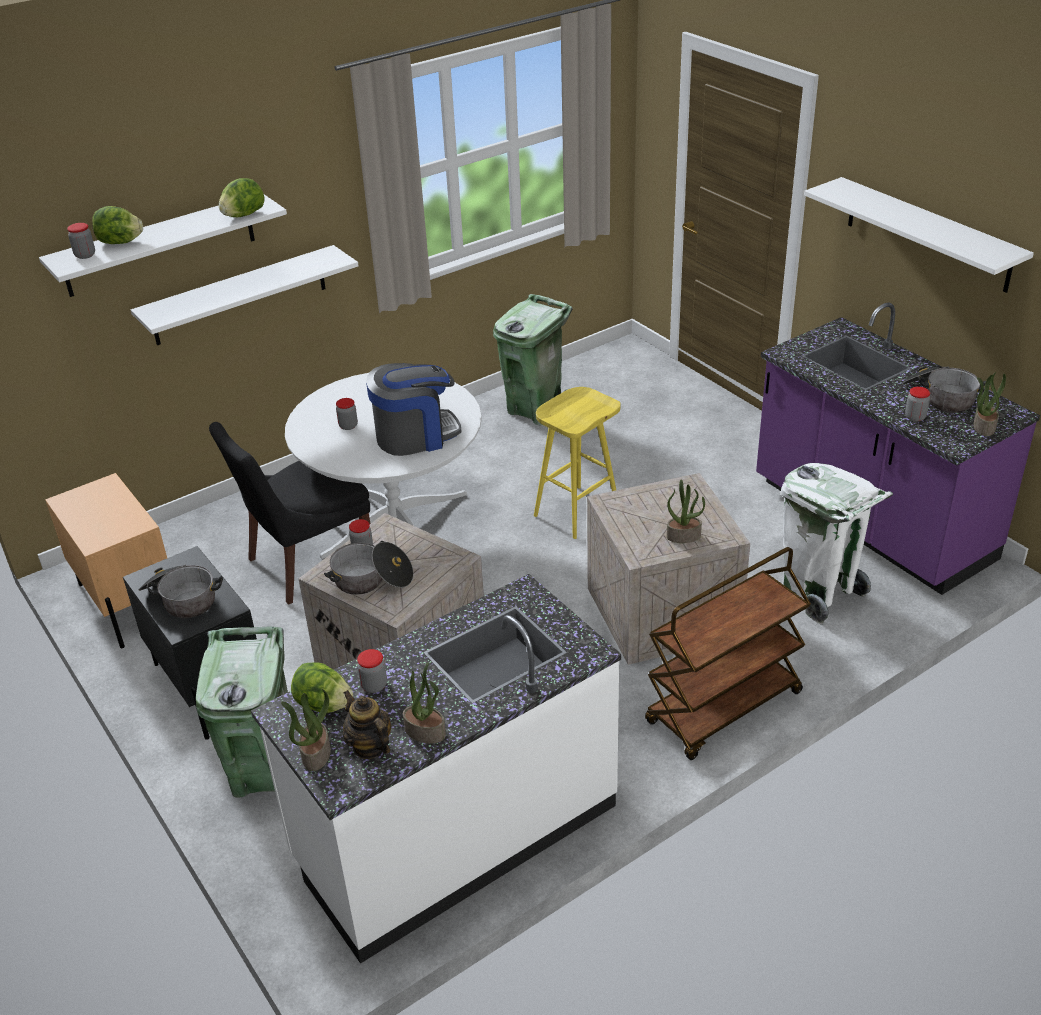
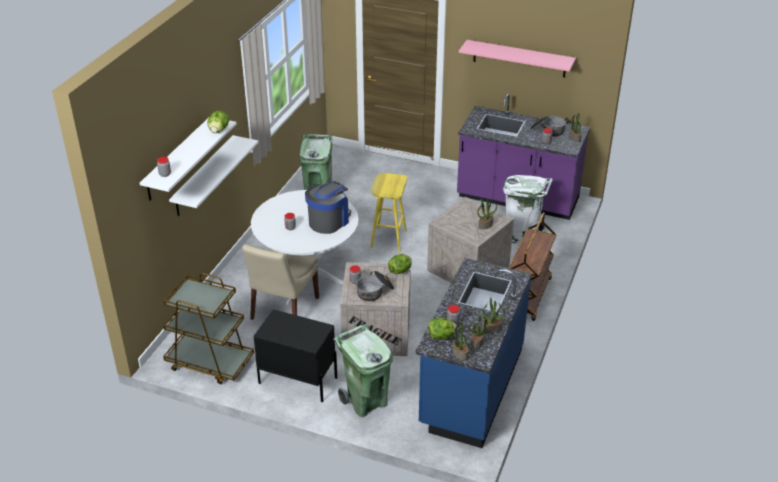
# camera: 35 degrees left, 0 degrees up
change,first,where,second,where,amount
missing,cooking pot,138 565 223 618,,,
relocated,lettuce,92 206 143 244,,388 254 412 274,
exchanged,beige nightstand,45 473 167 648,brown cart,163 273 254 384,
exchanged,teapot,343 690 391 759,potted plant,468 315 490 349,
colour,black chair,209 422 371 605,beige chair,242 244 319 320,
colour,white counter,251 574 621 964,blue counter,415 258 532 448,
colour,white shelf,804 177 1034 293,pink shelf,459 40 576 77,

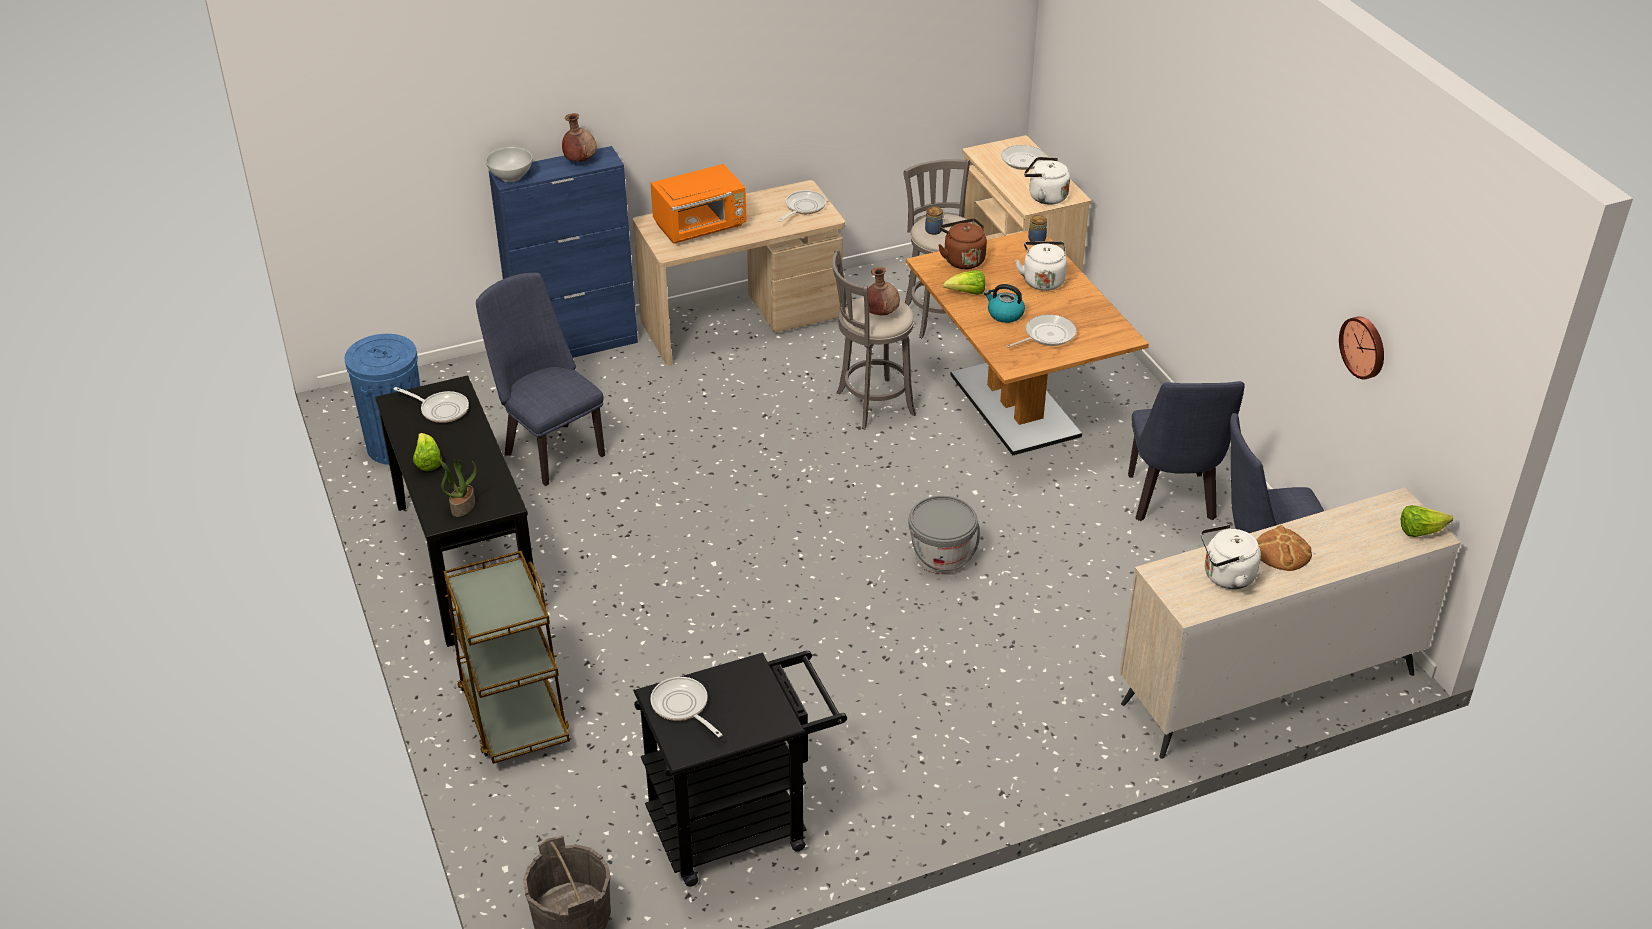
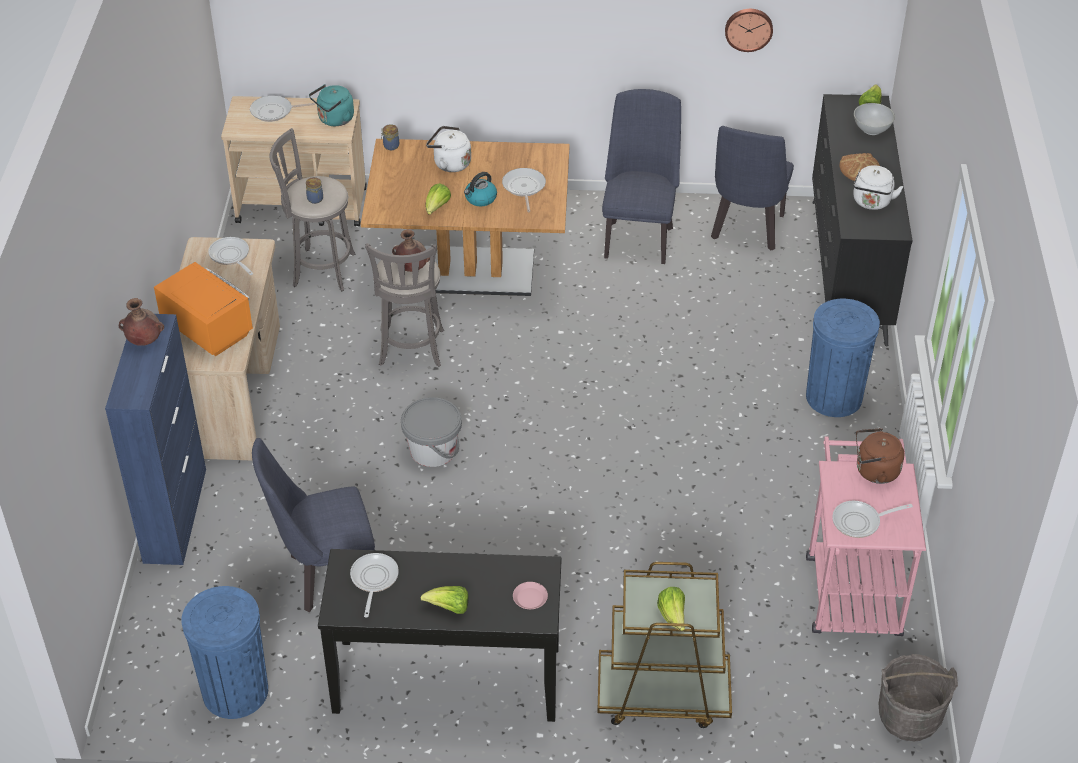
# camera: 65 degrees left, 5 degrees up
change,first,where,second,where,amount
appeared,,,lettuce,657 587 685 631,
appeared,,,blue trash can,806 299 880 417,
relocated,white bowl,485 147 533 182,,854 103 895 135,
relocated,grey bucket,908 496 980 574,,401 397 462 467,
relocated,brown kettle,939 219 987 269,,856 428 904 484,
exchanged,potted plant,440 459 477 517,pink plate,513 582 548 609,
colour,black cart,634 650 847 887,pink cart,806 436 926 636,
colour,white kettle,1024 157 1070 205,turquoise kettle,309 84 354 126,
colour,beige dresser,1119 488 1461 759,black dresser,812 94 913 346,
spun,frying pan,394 387 469 423,,350 553 399 618,45 degrees counterclockwise
spun,orange microwave,651 164 746 244,,154 262 253 356,45 degrees counterclockwise
spun,blue chair,1128 381 1245 521,,602 89 681 264,105 degrees counterclockwise

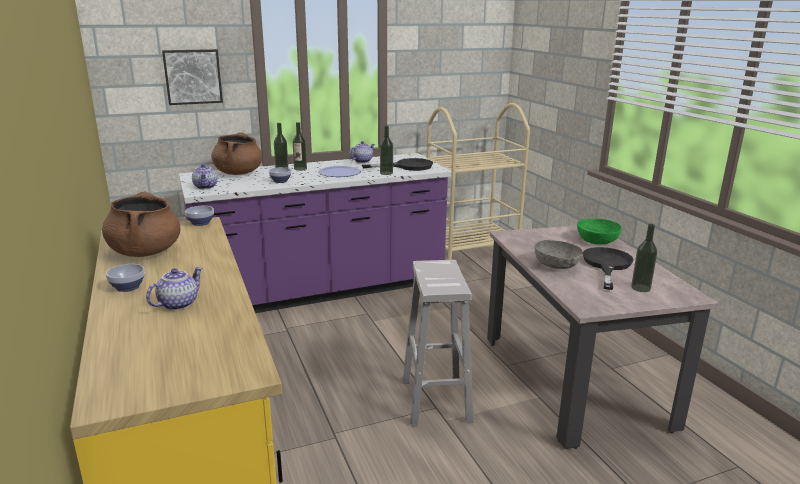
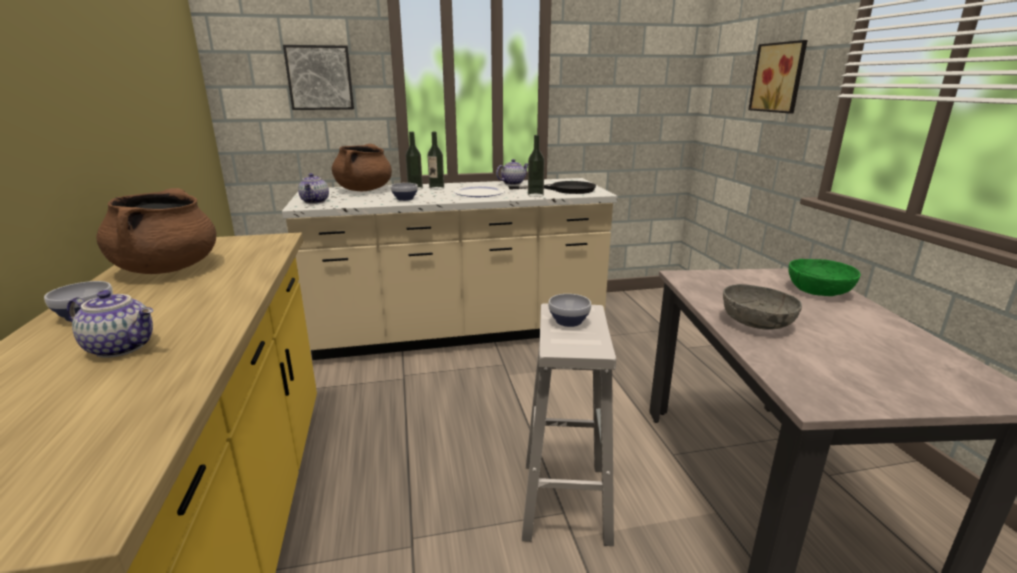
# camera: 10 degrees right, 0 degrees up
change,first,where,second,where,amount
missing,beige cart,426 103 530 260,,,
missing,black frying pan,583 247 634 290,,,
missing,bottle,631 224 657 292,,,
appeared,,,picture,748 40 808 114,
relocated,bowl,185 206 214 226,,548 294 591 327,
colour,purple counter,179 153 451 313,beige counter,282 178 617 360,
spun,teapot,146 267 203 310,,67 290 153 358,60 degrees clockwise

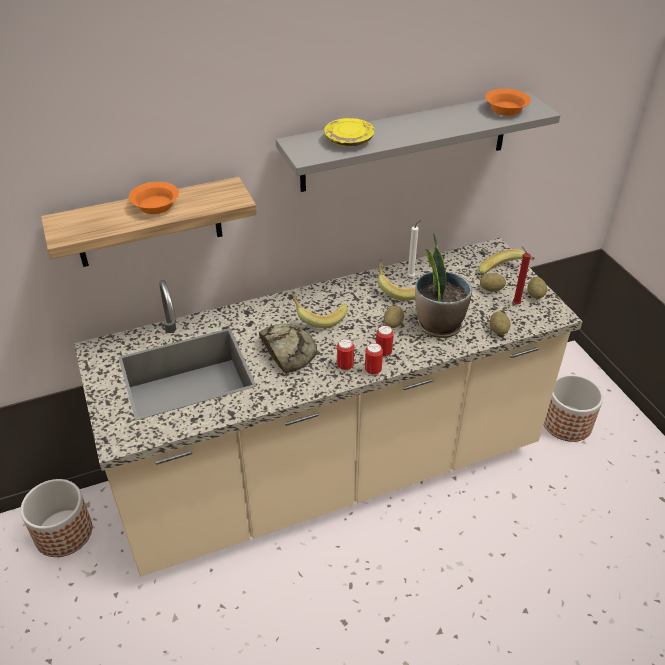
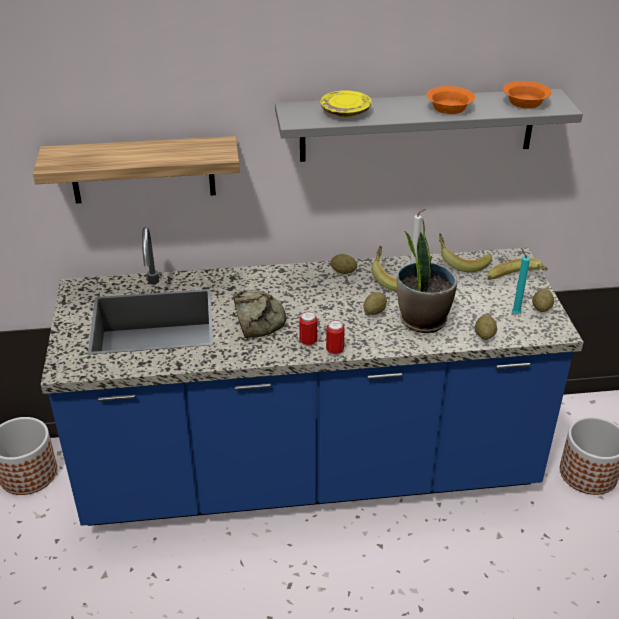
# camera: 15 degrees right, 5 degrees down
change,first,where,second,where,amount
missing,can,376 325 393 357,,,
relocated,orange bowl,129 182 179 214,,427 86 475 114,
relocated,banana,292 292 347 328,,439 233 492 273,
relocated,potato,480 273 506 292,,331 254 357 274,
colour,beige counter,74 238 583 577,blue counter,41 227 584 526,
colour,red candle,513 246 531 304,turquoise candle,512 248 530 314,

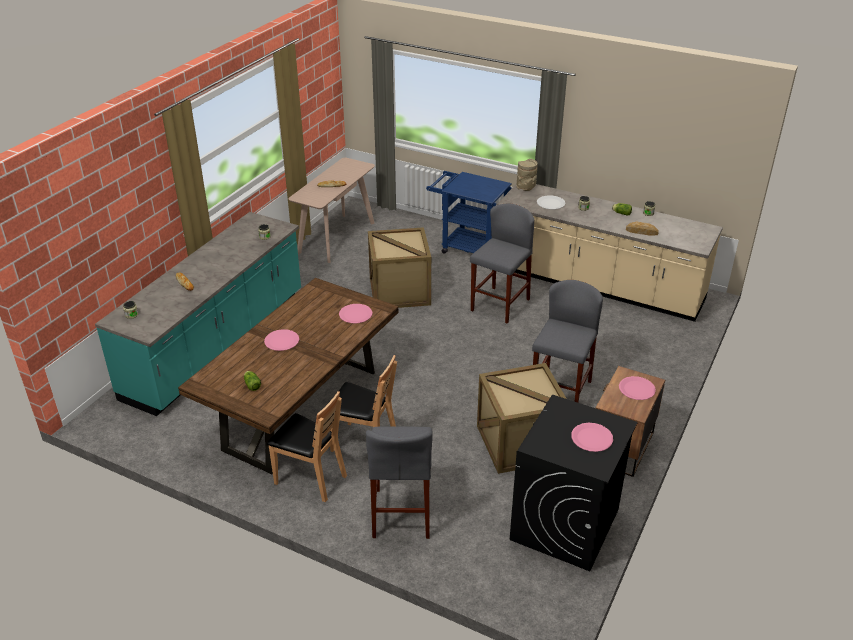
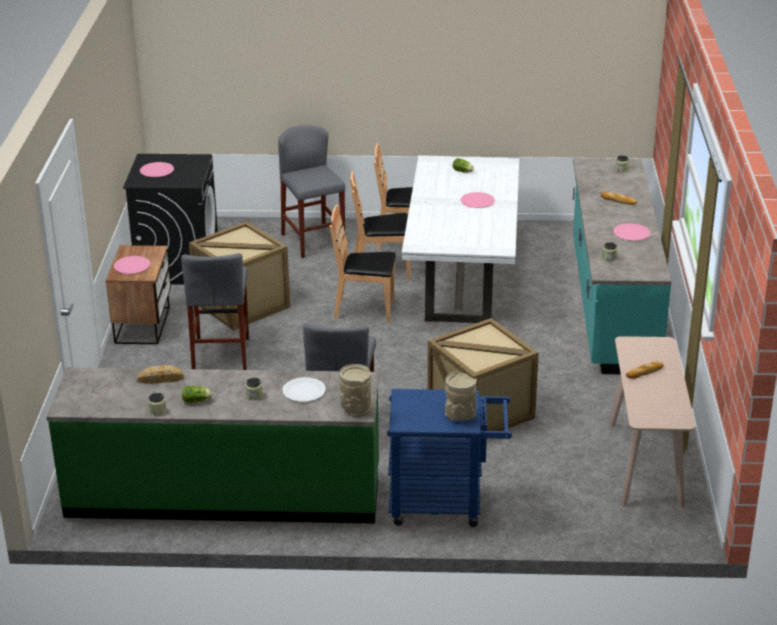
# camera: 155 degrees right, 5 degrees down
change,first,where,second,where,amount
appeared,,,brown chair,330 204 396 323,
appeared,,,beige vase,445 371 477 421,
relocated,pink plate,339 304 372 323,,613 223 650 241,
colour,brown dining table,178 278 399 475,white dining table,402 155 519 323,
colour,beige counter,497 183 723 322,green counter,46 367 379 524,

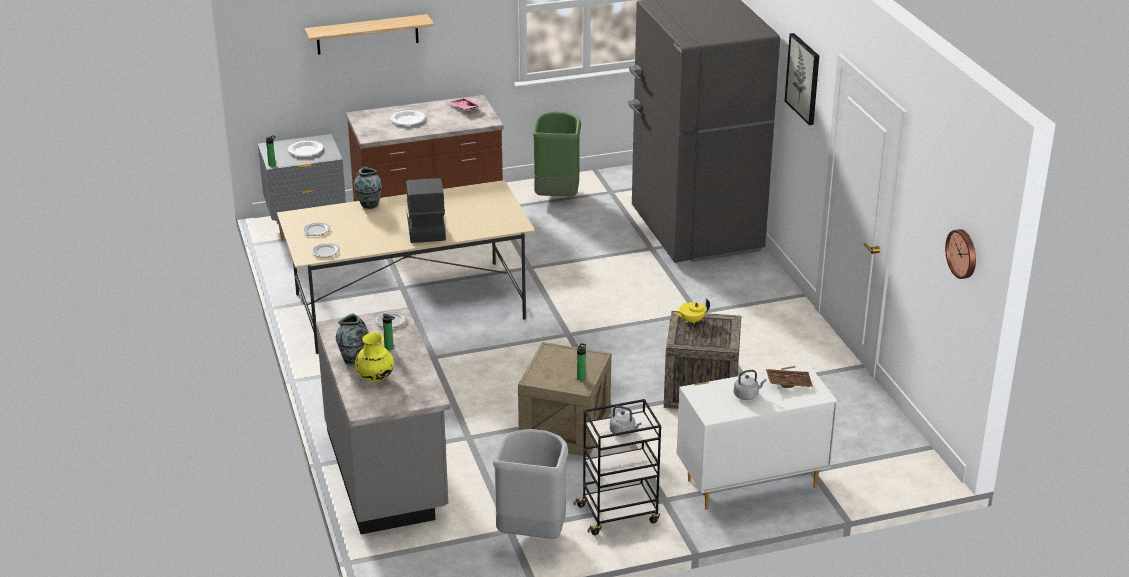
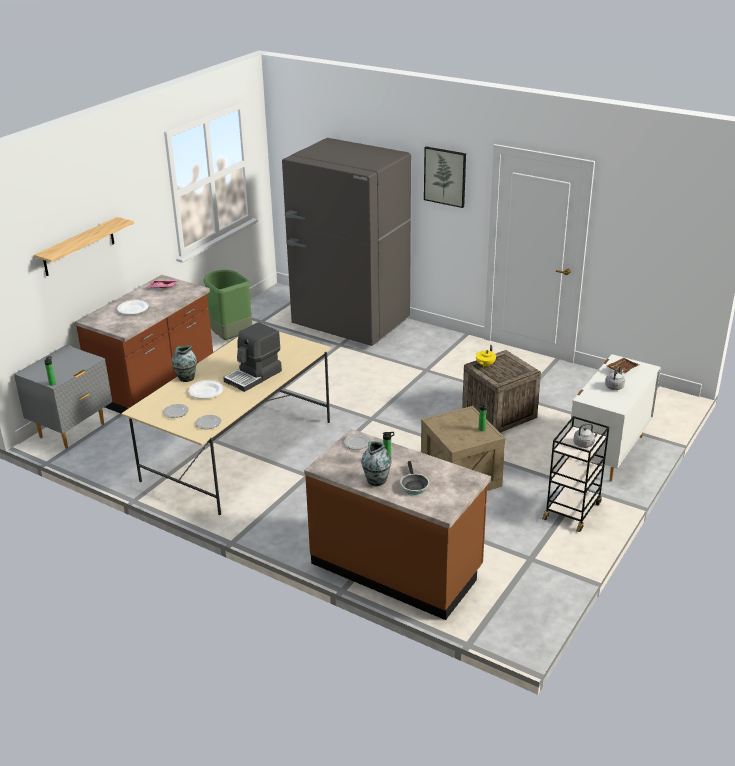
# camera: 40 degrees left, 0 degrees up
change,first,where,second,where,amount
missing,grey trash can,492 429 568 539,,,
missing,wall clock,945 229 976 279,,,
relocated,white plate,288 140 323 156,,189 380 223 399,
exchanged,yellow vase,355 332 394 382,frying pan,400 461 429 495,
colour,grey counter,316 307 451 534,brown counter,304 429 491 620,
spun,coffee machine,406 178 446 243,,223 322 282 392,90 degrees counterclockwise

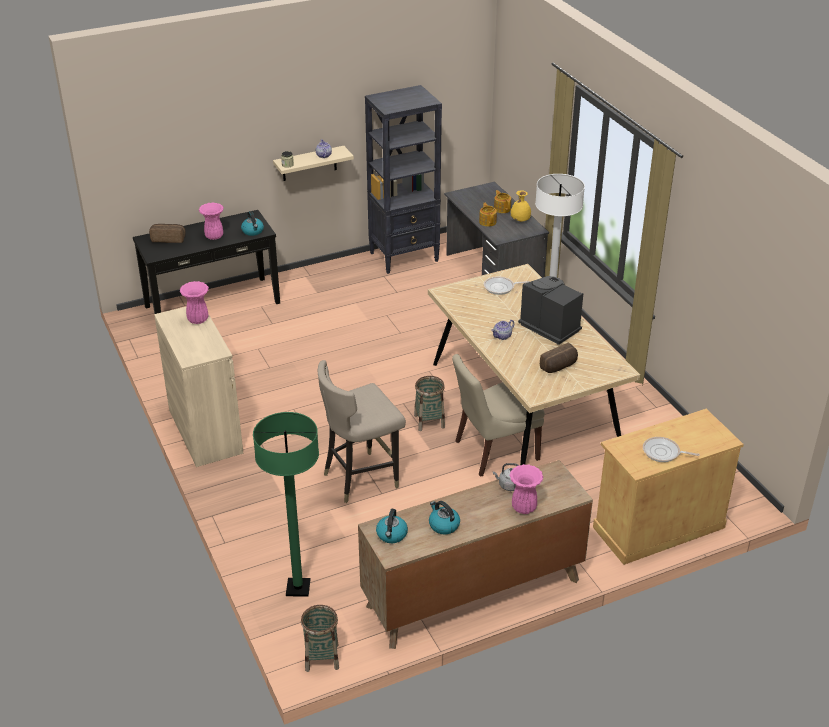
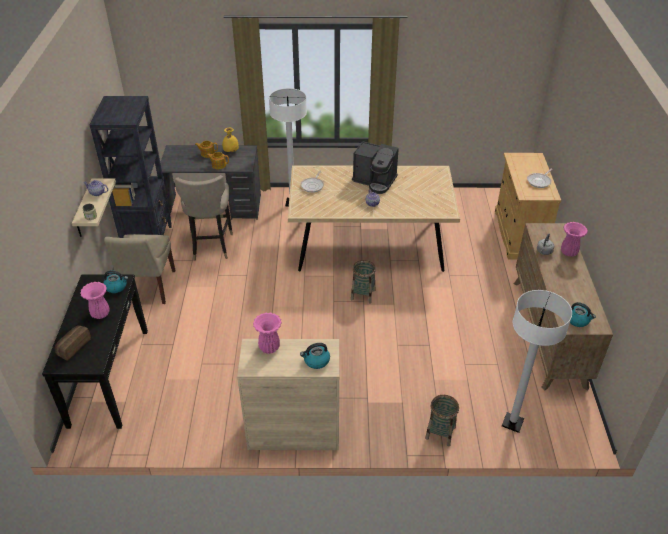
# camera: 65 degrees left, 5 degrees up
change,first,where,second,where,amount
missing,bread,540 343 578 373,,,
relocated,basket,301 605 339 672,,425 395 459 446,
relocated,beige stool,318 360 406 503,,175 175 233 261,
relocated,kettle,429 501 460 534,,300 343 330 369,
relocated,beige chair,452 354 545 477,,104 234 176 304,
colour,green floor lamp,253 412 319 597,white floor lamp,502 290 572 433,
spun,coffee machine,518 276 583 345,,352 141 399 194,135 degrees counterclockwise

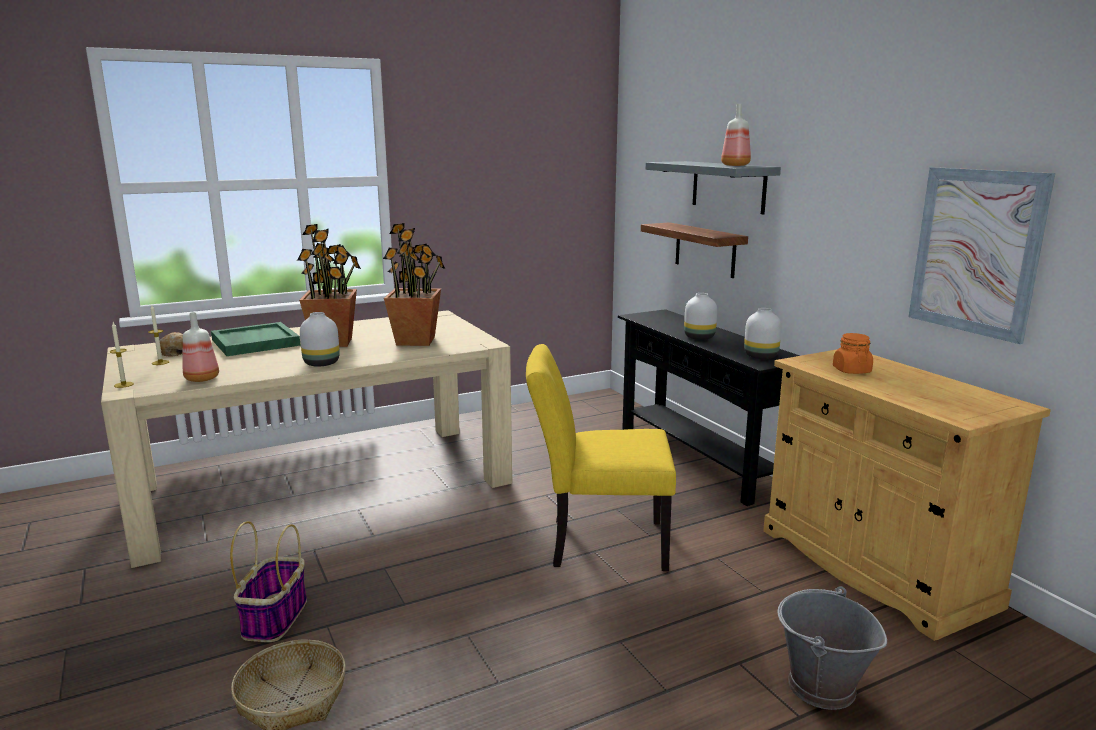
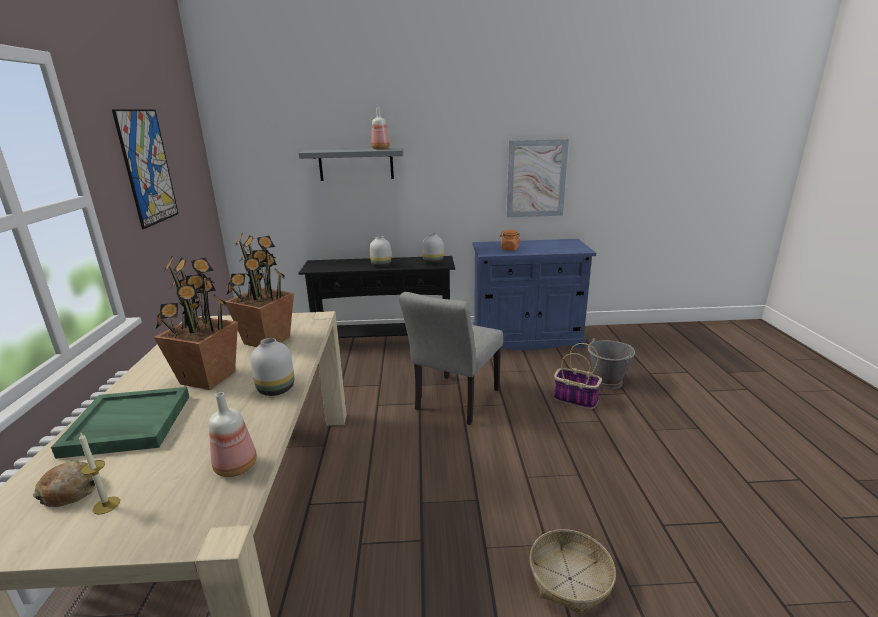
# camera: 65 degrees left, 5 degrees up
change,first,where,second,where,amount
missing,candle,110 322 134 388,,,
missing,shelf,641 222 748 278,,,
appeared,,,picture,112 109 178 229,
relocated,basket,230 521 307 642,,554 343 602 409,
colour,yellow chair,526 344 676 571,grey chair,399 292 503 425,
colour,beige cabinet,763 349 1051 641,blue cabinet,473 239 596 350,

